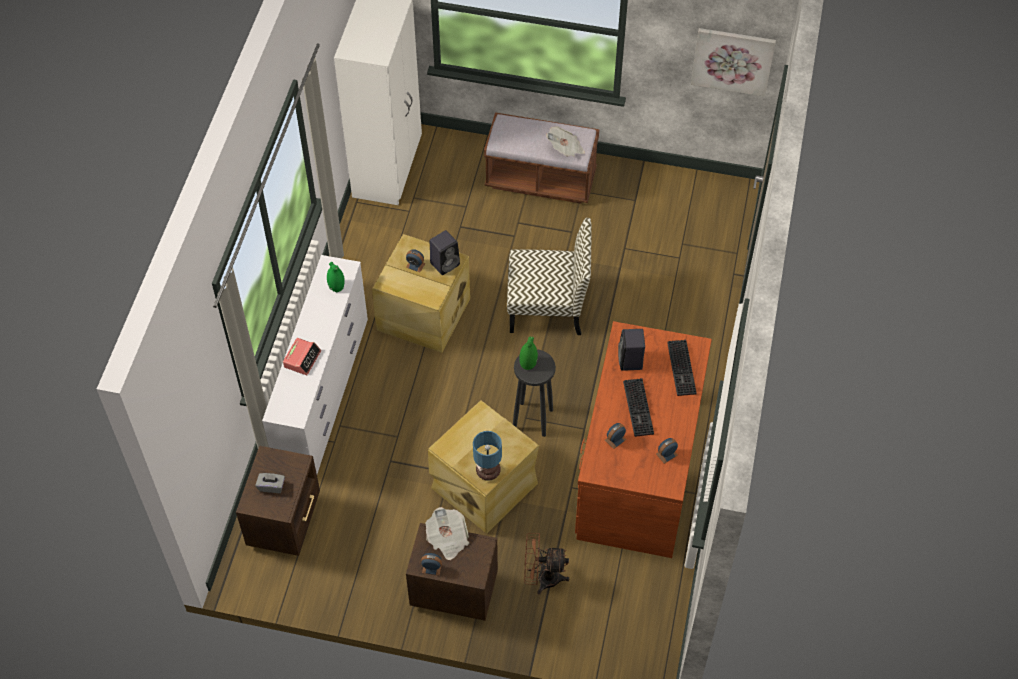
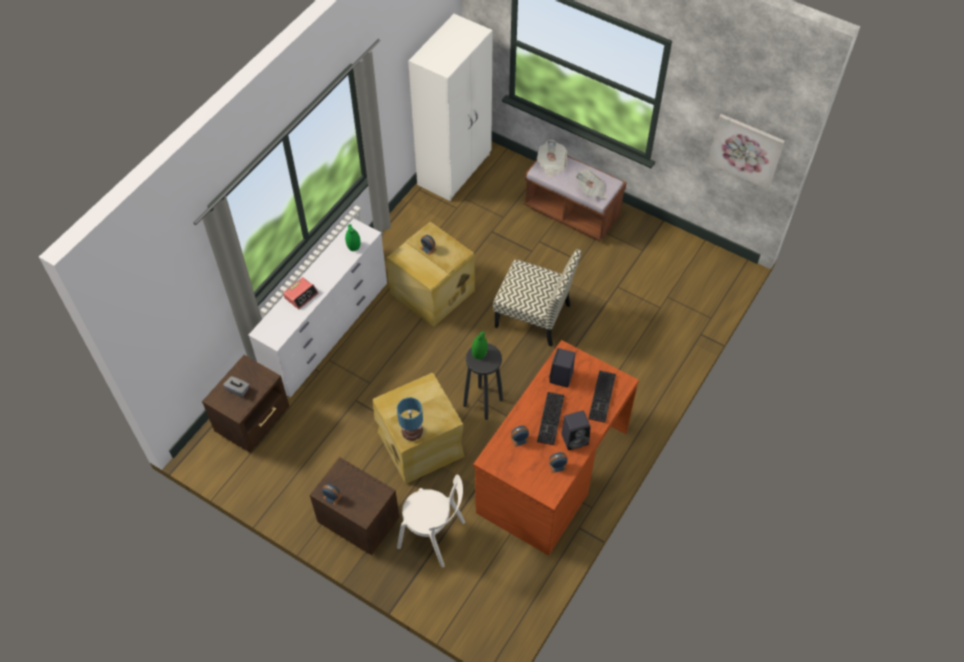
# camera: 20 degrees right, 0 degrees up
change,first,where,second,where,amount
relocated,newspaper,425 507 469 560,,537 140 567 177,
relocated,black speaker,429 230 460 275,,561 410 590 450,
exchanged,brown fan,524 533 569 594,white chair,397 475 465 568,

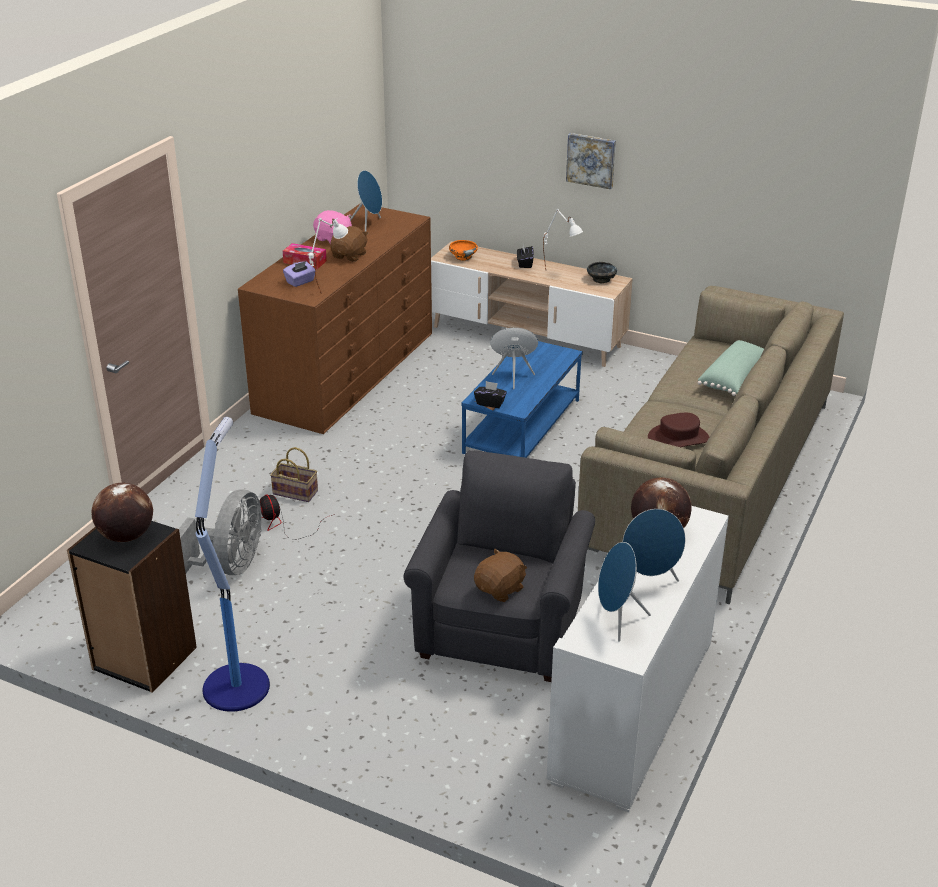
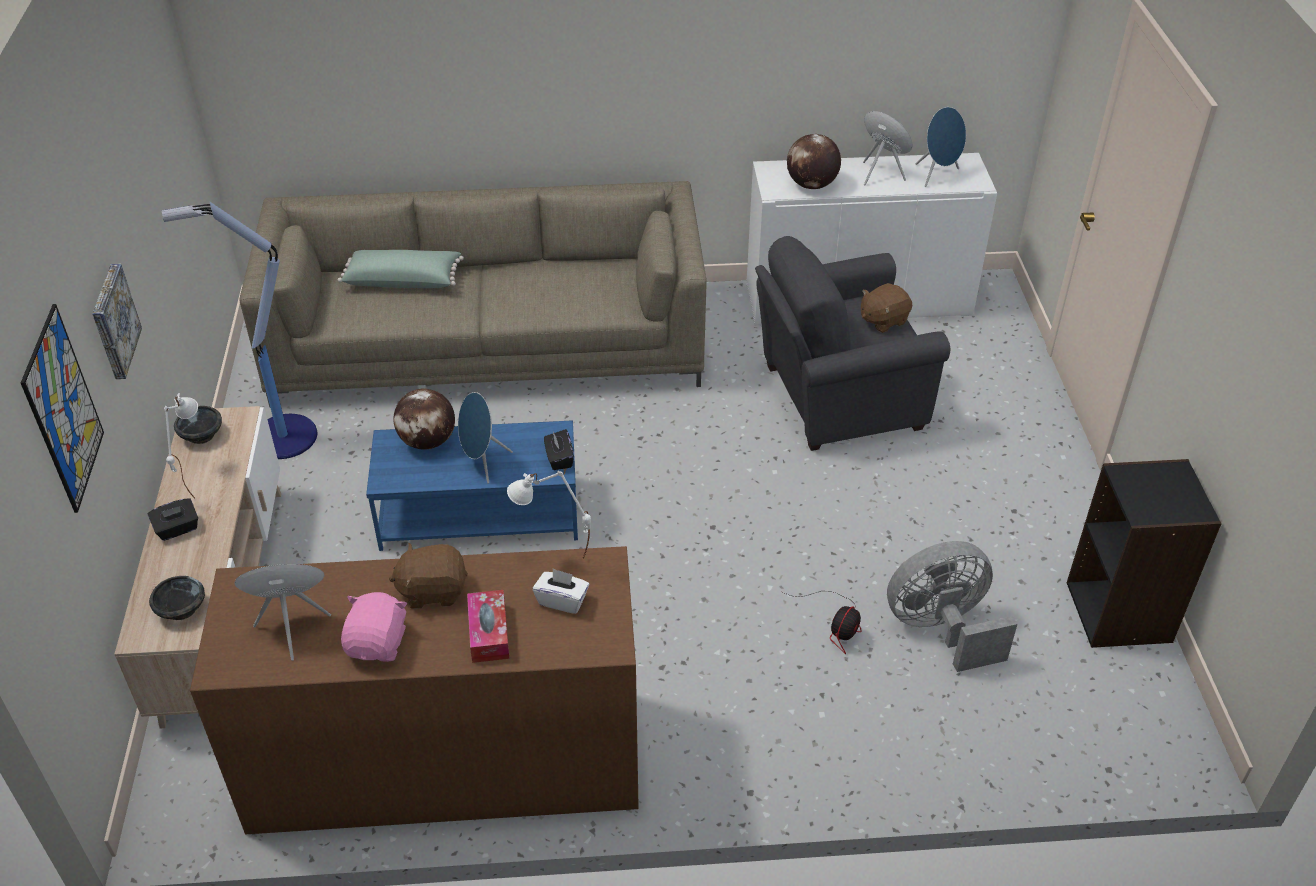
# camera: 120 degrees left, 10 degrees up
change,first,where,second,where,amount
missing,basket,270 447 318 502,,,
missing,brown hat,648 413 709 447,,,
appeared,,,picture,21 304 104 513,
relocated,globe,92 482 153 542,,393 388 455 450,
relocated,floor lamp,195 417 270 712,,162 202 317 459,
colour,purple tissue box,283 261 315 287,white tissue box,533 569 589 614,
colour,orange bowl,449 240 478 261,black bowl,149 576 205 620,
spun,brown plush toy,474 549 527 602,,861 283 912 333,45 degrees counterclockwise

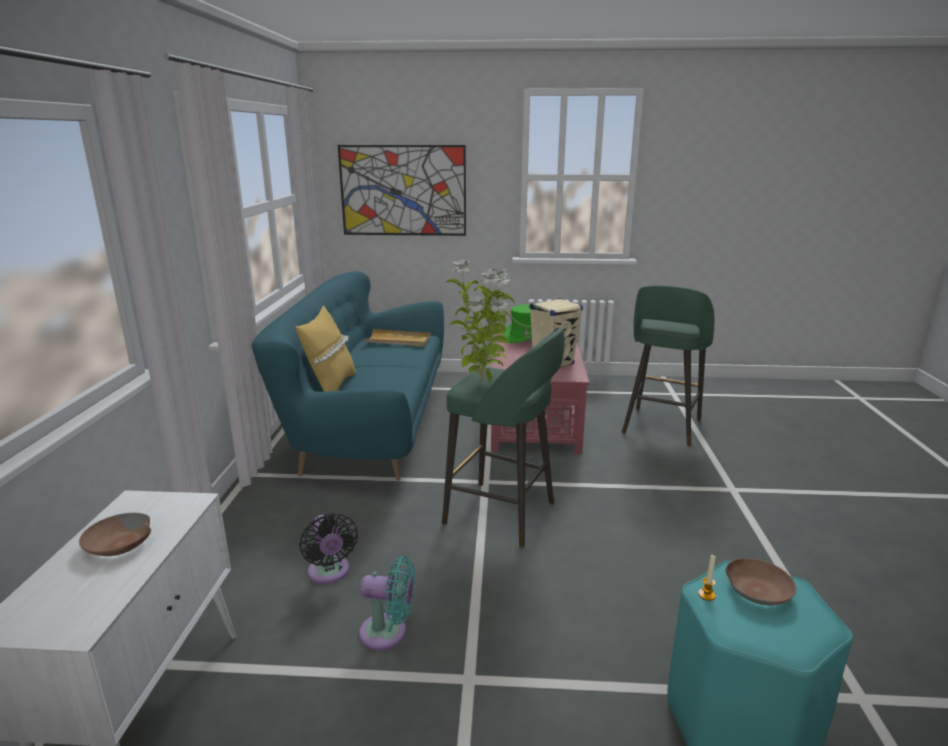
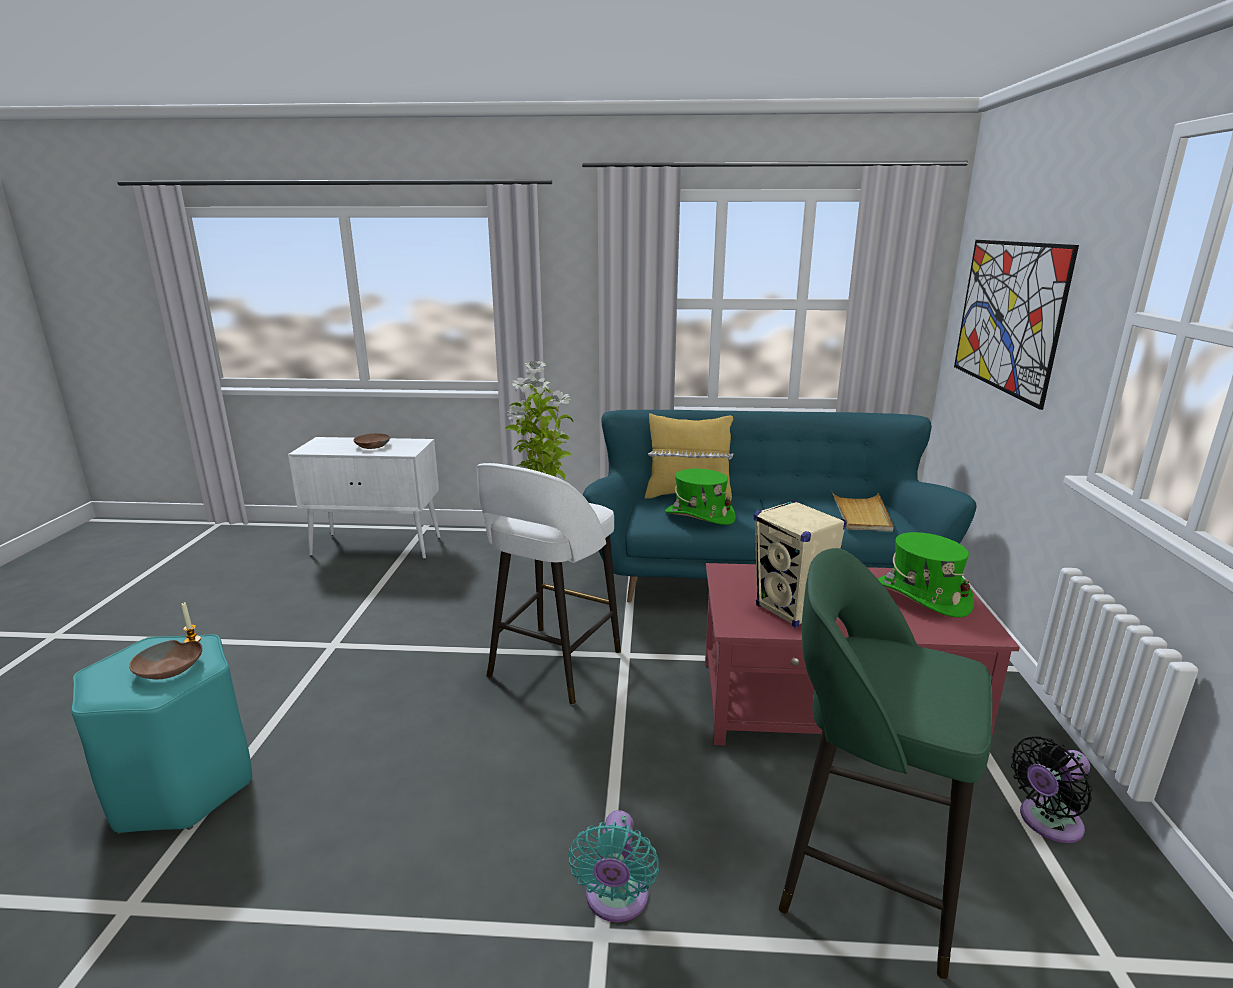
# camera: 90 degrees right, 0 degrees up
change,first,where,second,where,amount
appeared,,,green hat,665 469 736 525,
relocated,black fan,299 513 358 584,,1011 736 1092 843,
relocated,turquoise fan,359 556 415 650,,568 810 659 922,
colour,green stool,442 328 565 548,white stool,476 463 621 705,

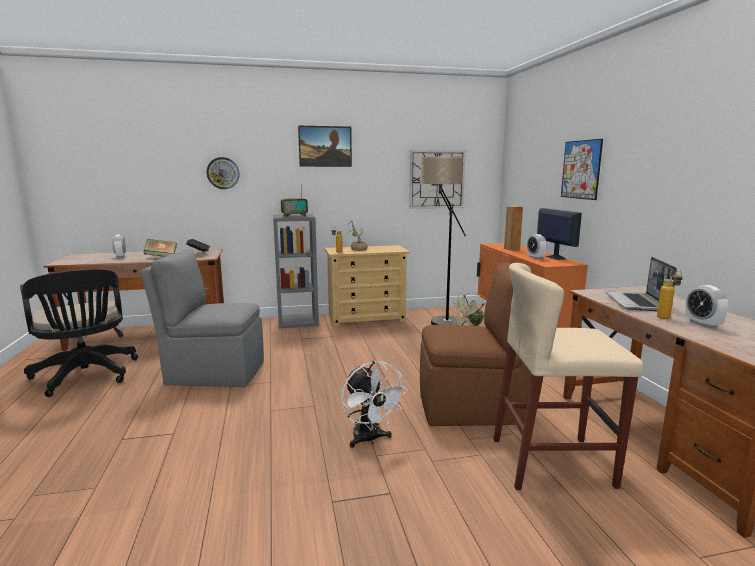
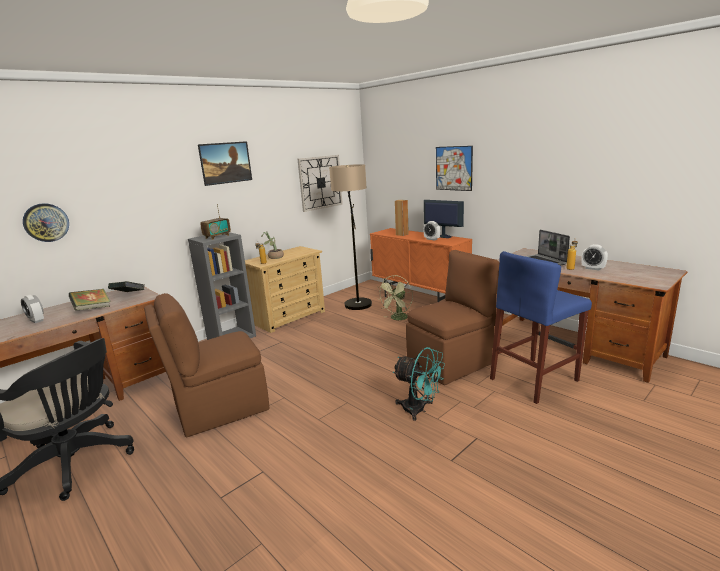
# camera: 30 degrees left, 5 degrees up
change,first,where,second,where,amount
relocated,wall clock,207 157 240 189,,23 203 69 242,
colour,grey chair,141 249 264 387,brown chair,144 293 269 438,
colour,white fan,341 361 408 448,turquoise fan,393 347 445 421,
colour,beige stool,494 263 644 490,blue stool,490 251 592 404,

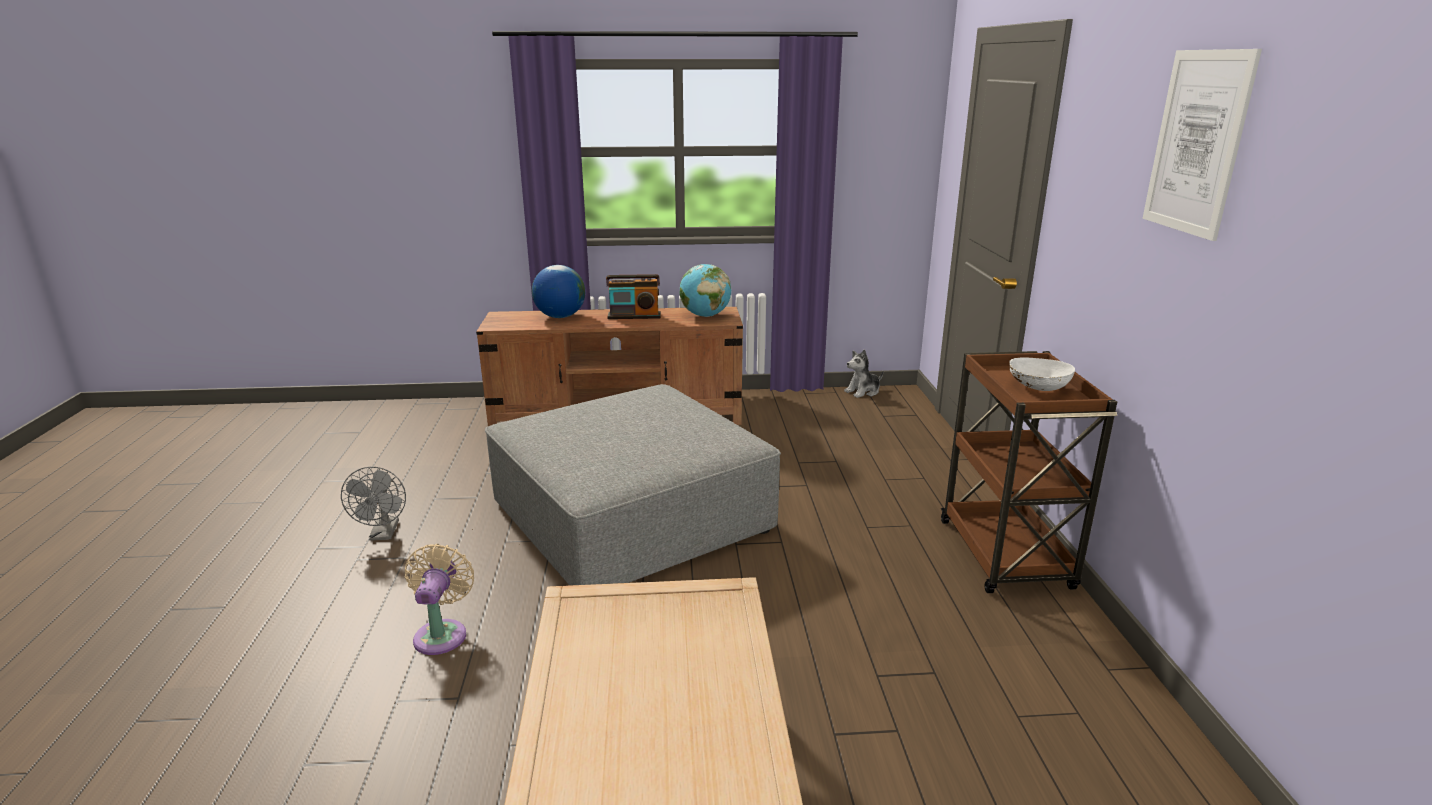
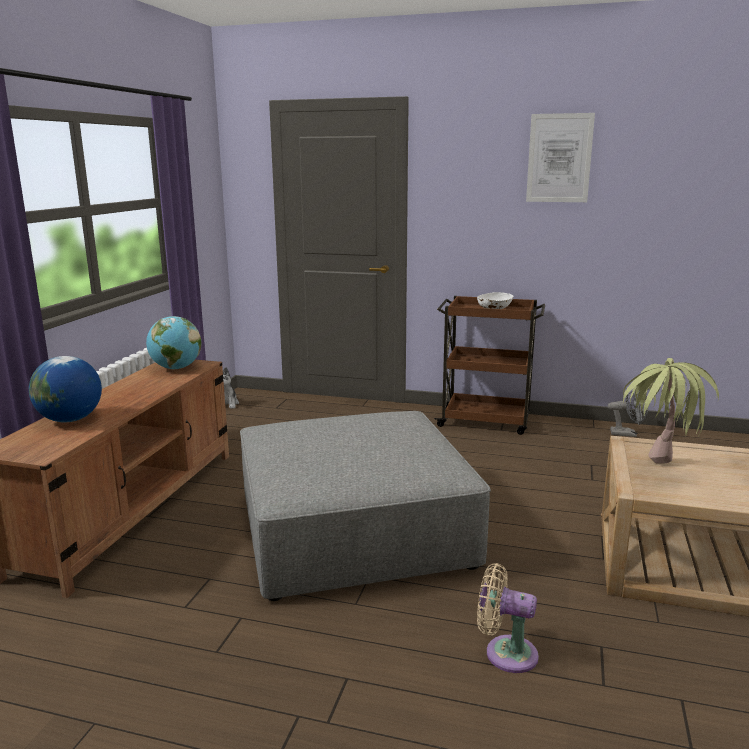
# camera: 70 degrees left, 5 degrees down
change,first,where,second,where,amount
missing,radio,606 274 661 319,,,
appeared,,,potted plant,623 358 719 464,
relocated,grey fan,341 467 406 541,,608 389 648 437,

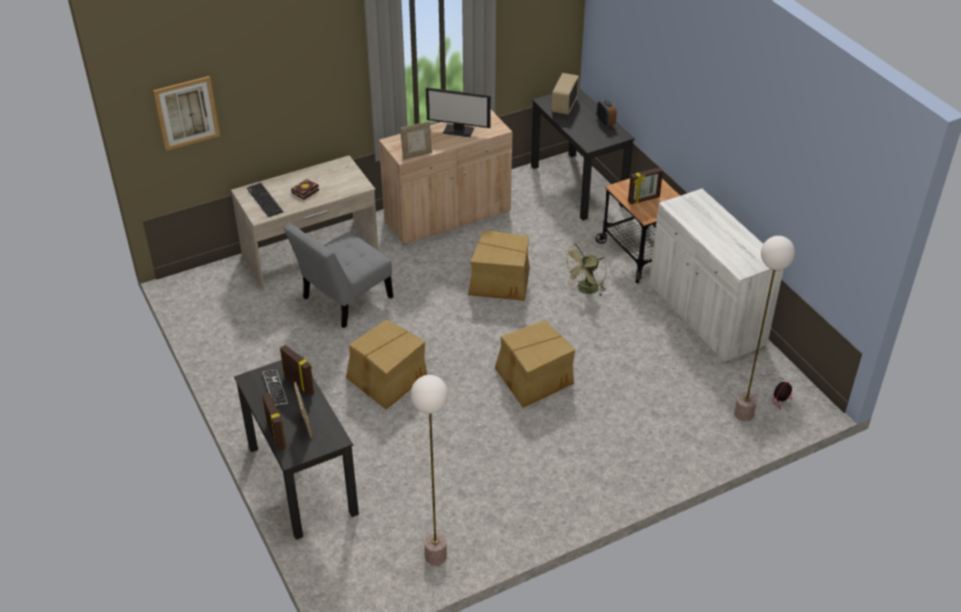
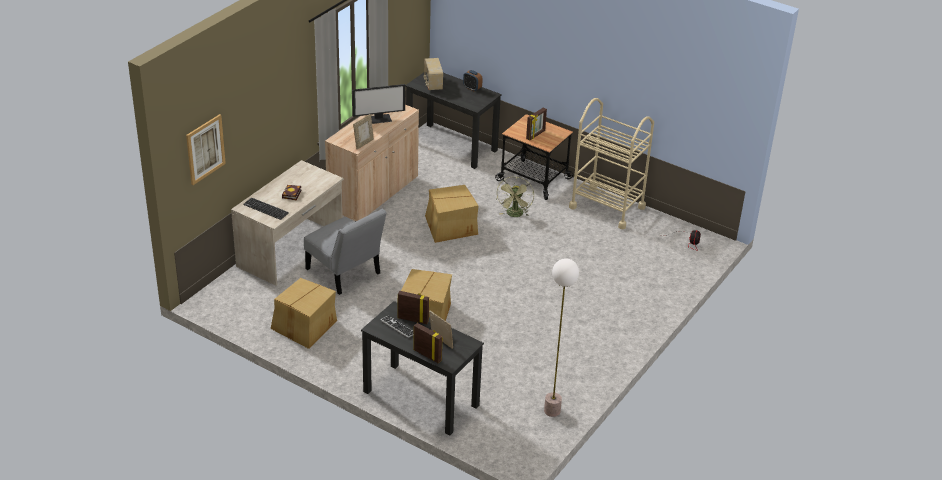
# camera: 30 degrees left, 5 degrees down
change,first,where,second,where,amount
missing,floor lamp,734 236 795 421,,,
relocated,cardboard box,495 320 575 408,,271 278 337 349,
exchanged,white cabinet,649 189 784 363,beige cart,569 98 654 229,
spun,grey chair,284 223 393 328,,304 209 387 295,60 degrees counterclockwise

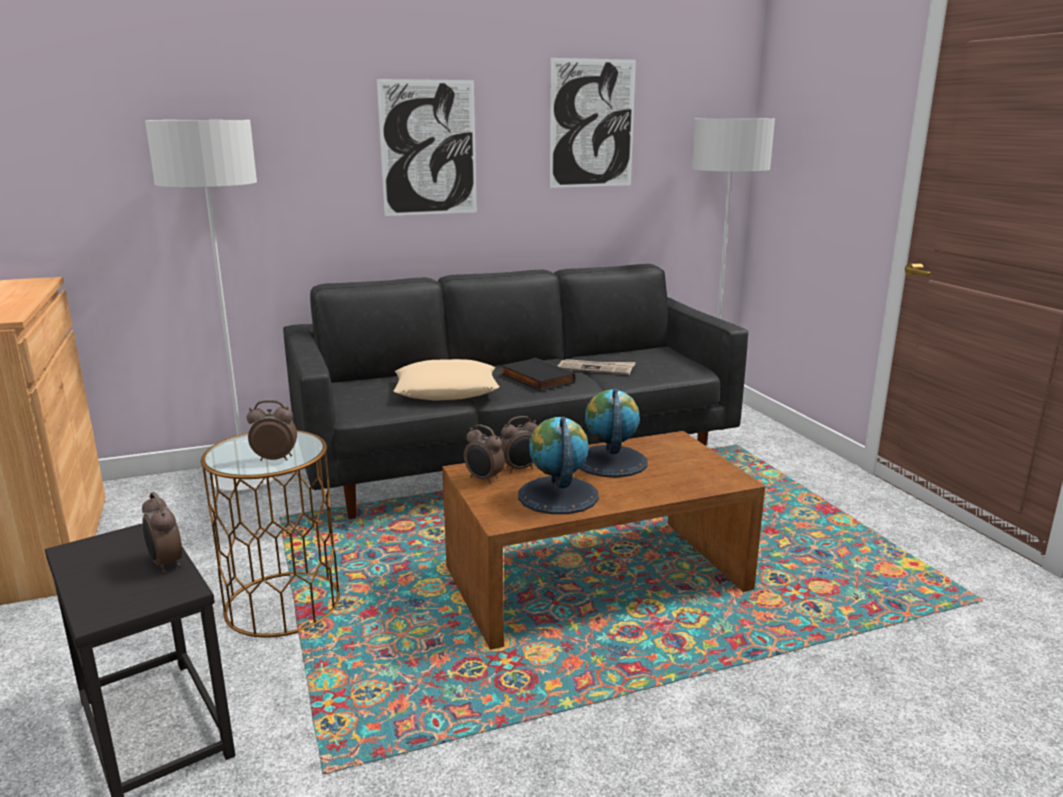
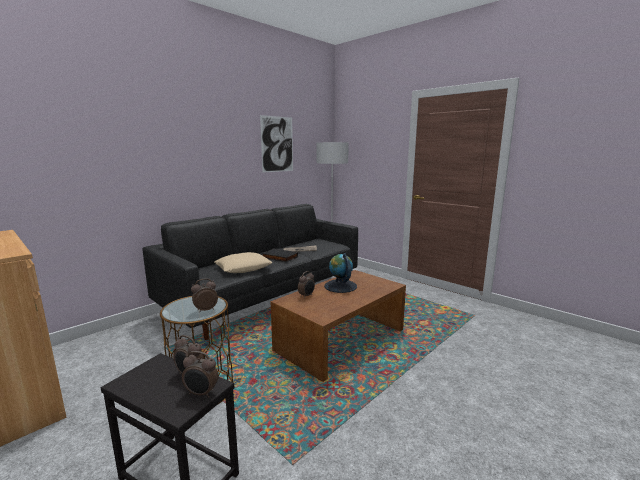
# camera: 25 degrees left, 5 degrees down
change,first,where,second,where,amount
missing,grey floor lamp,145 120 277 491,,,
missing,picture,377 79 477 216,,,
missing,globe,518 417 599 514,,,
relocated,alarm clock,464 425 505 484,,182 351 219 398,

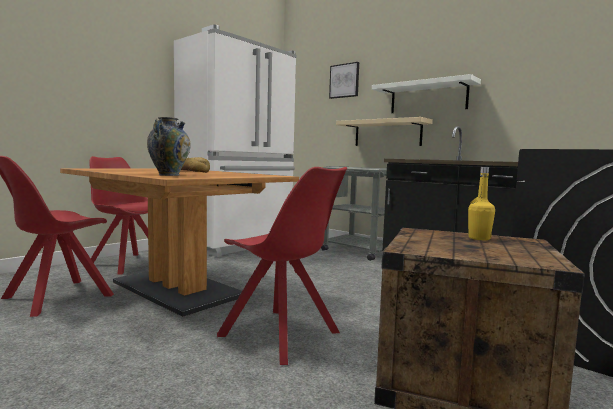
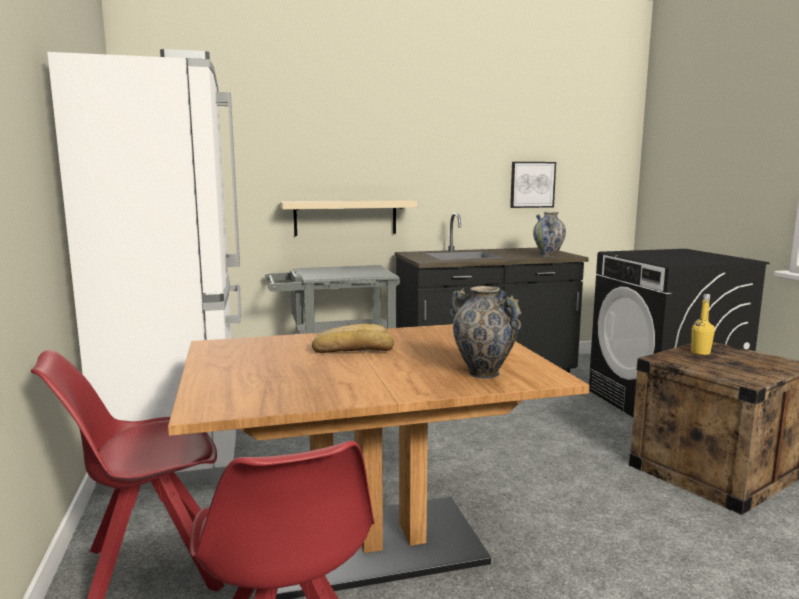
# camera: 55 degrees left, 5 degrees up
change,first,where,second,where,amount
missing,red chair,217 167 347 365,,,
missing,white shelf,372 74 481 113,,,
appeared,,,vase,533 212 566 257,
relocated,picture,329 62 359 99,,510 162 556 208,

